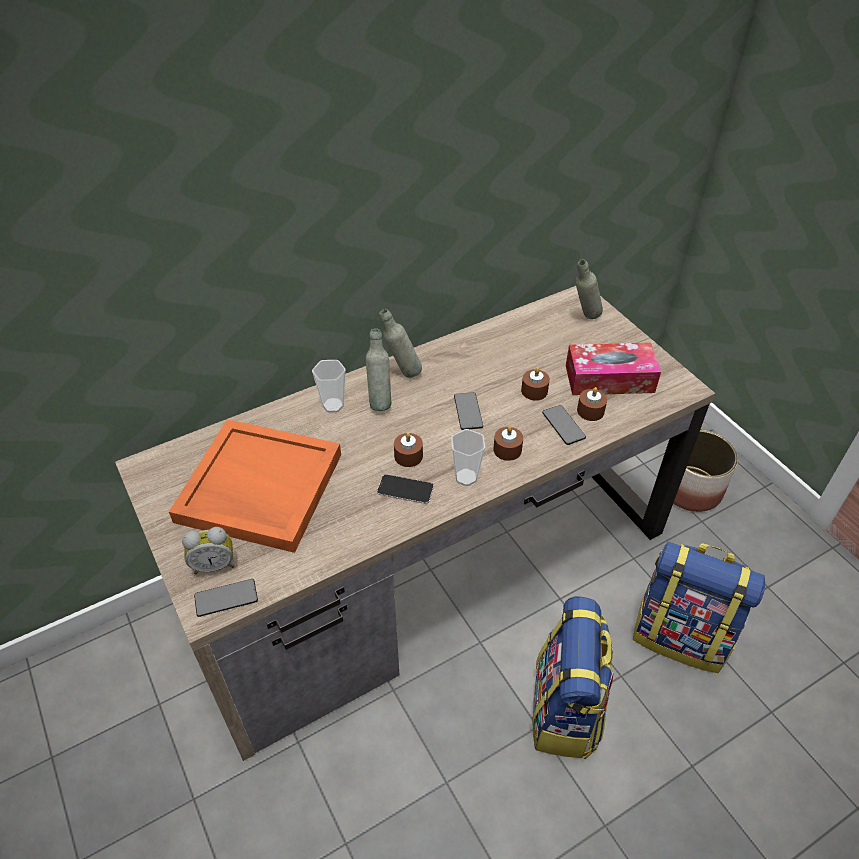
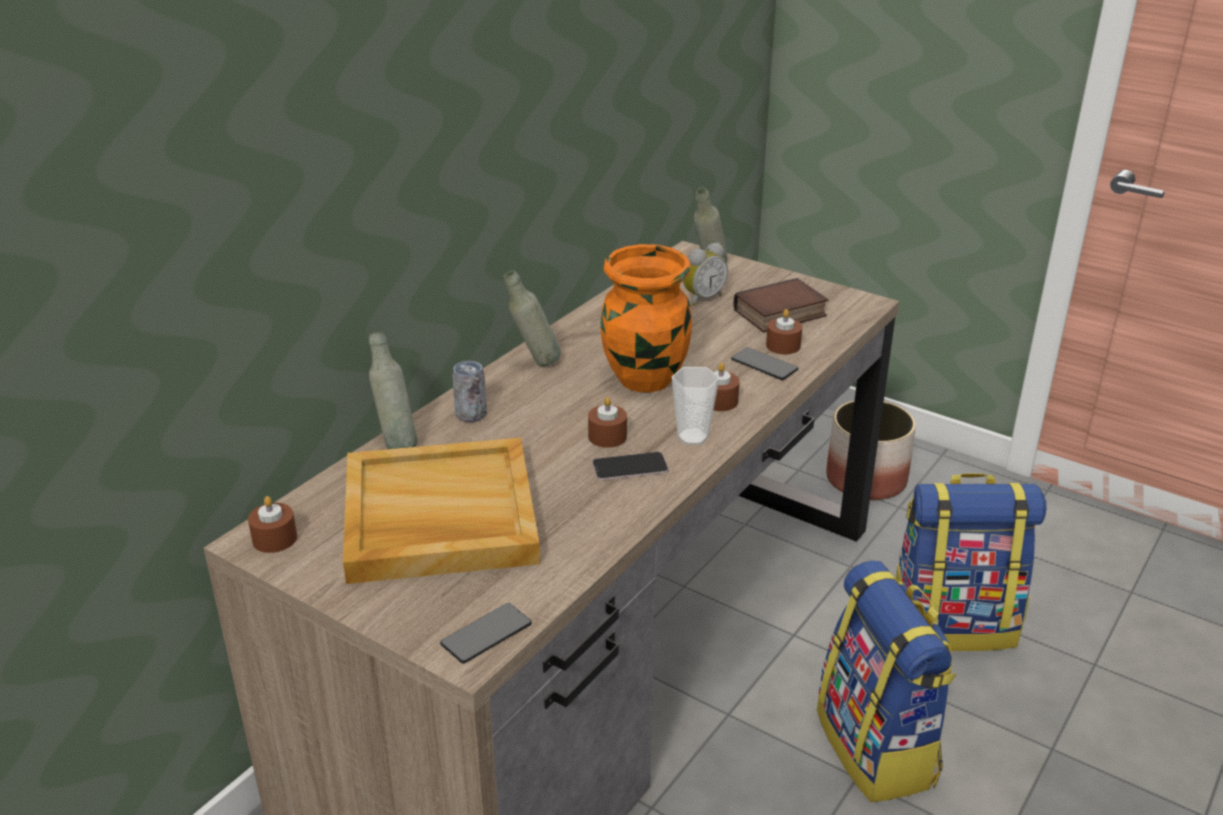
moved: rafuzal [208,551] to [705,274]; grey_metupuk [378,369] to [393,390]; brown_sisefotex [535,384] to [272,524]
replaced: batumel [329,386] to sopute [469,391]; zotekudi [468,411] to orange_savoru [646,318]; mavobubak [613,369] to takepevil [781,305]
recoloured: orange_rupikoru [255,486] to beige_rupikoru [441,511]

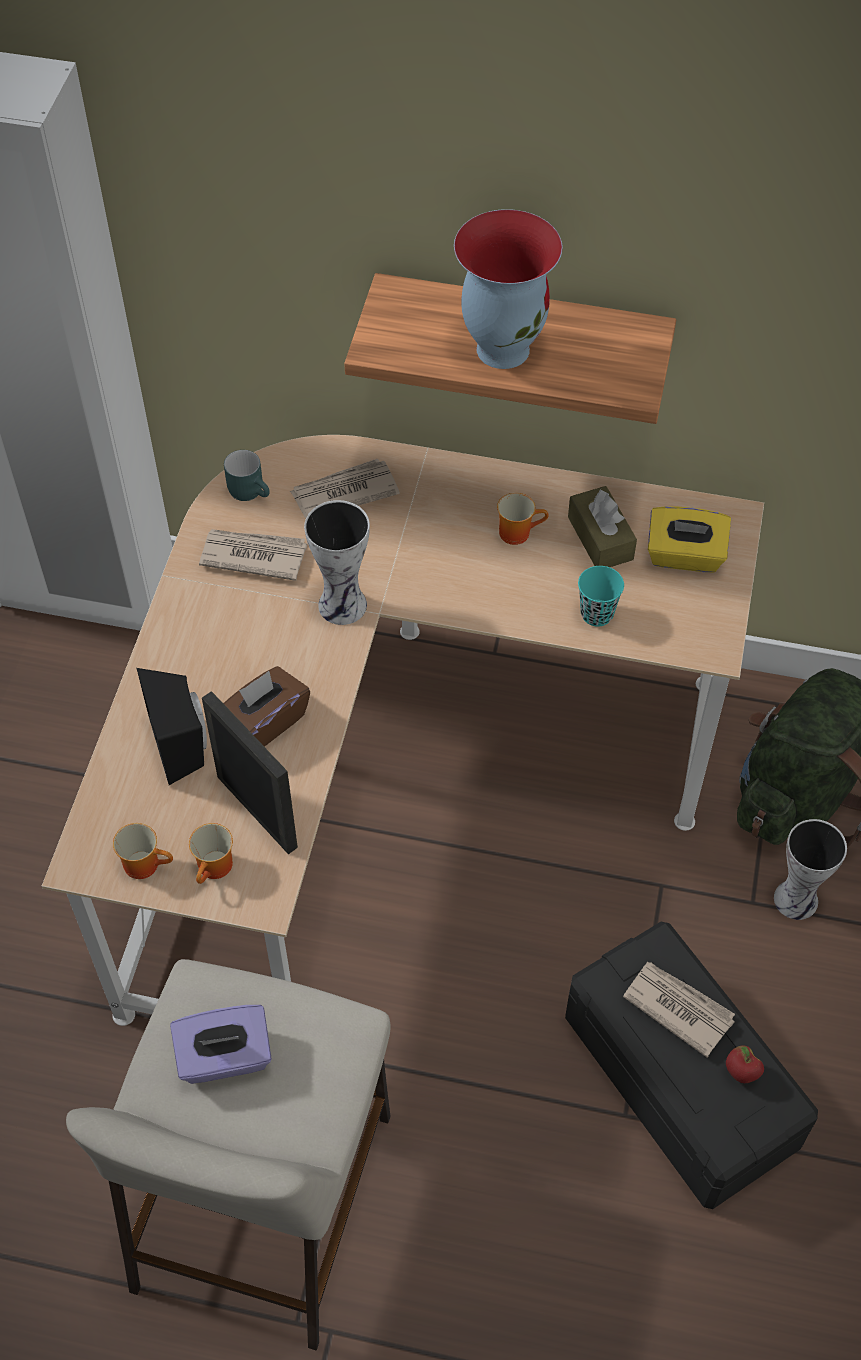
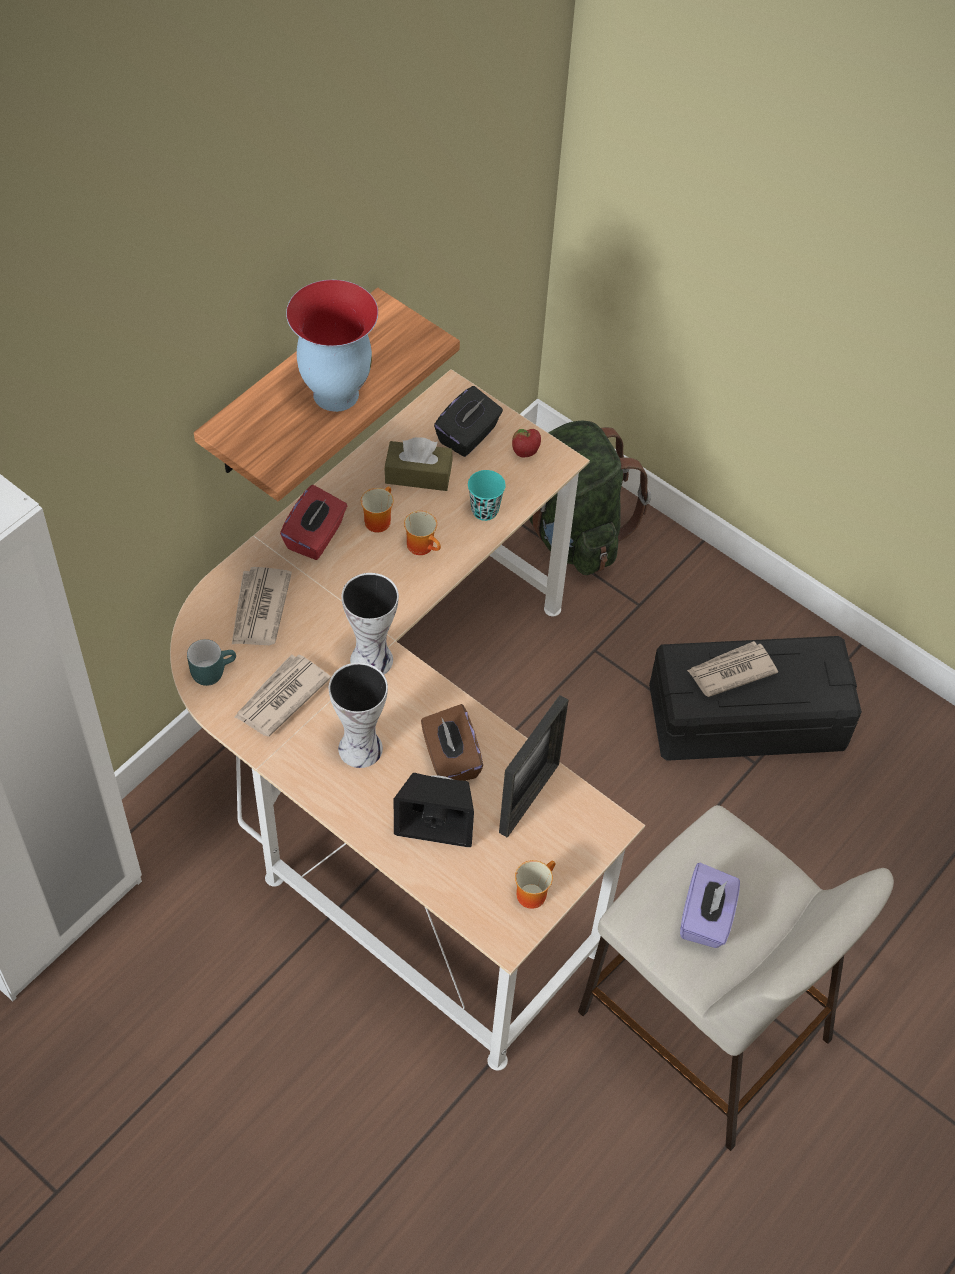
added: red_mavobubak [313,522]
moved: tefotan [211,853] to [422,533]; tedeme [745,1064] to [526,443]; savoru [810,869] to [358,715]
recoloured: yellow_mavobubak [689,539] to black_mavobubak [468,421]
turned: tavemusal [250,772] = [533,766] 135 degrees clockwise

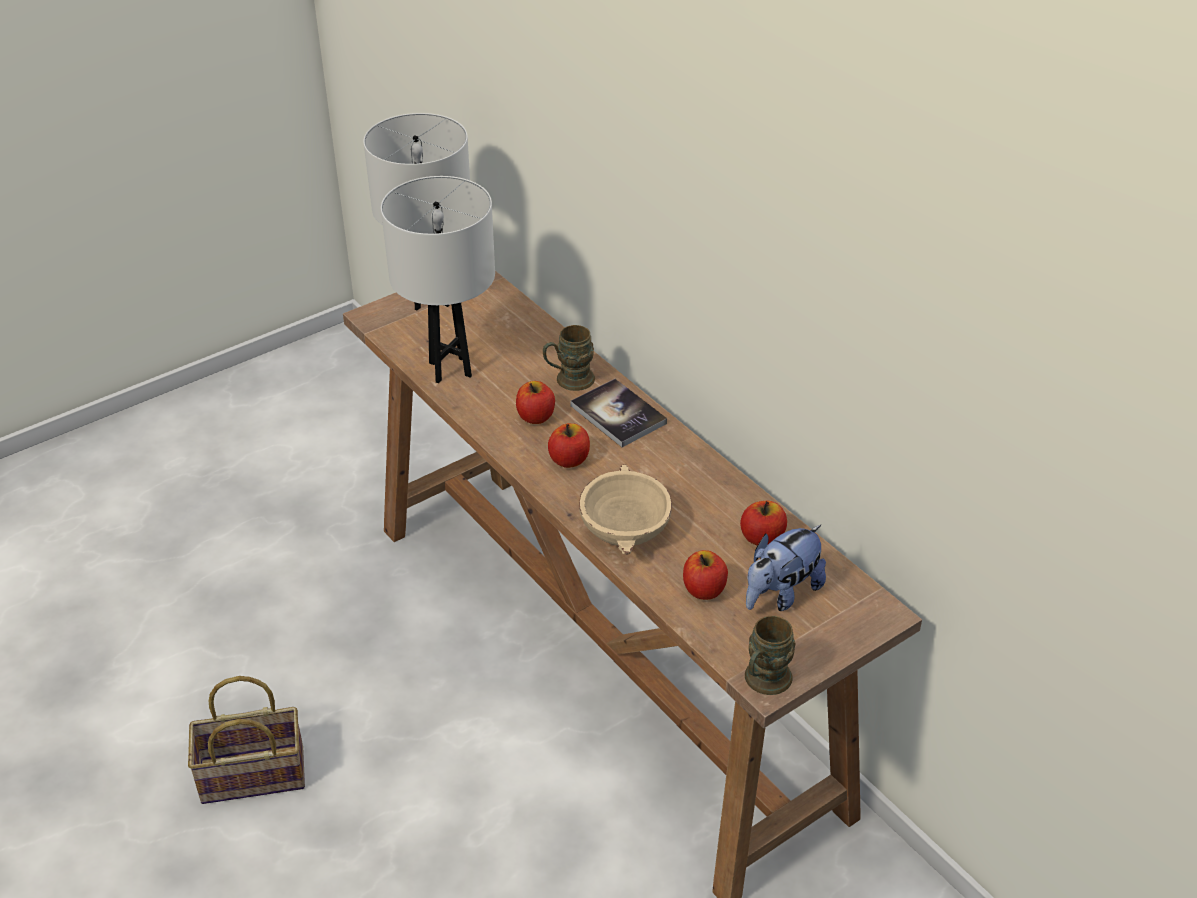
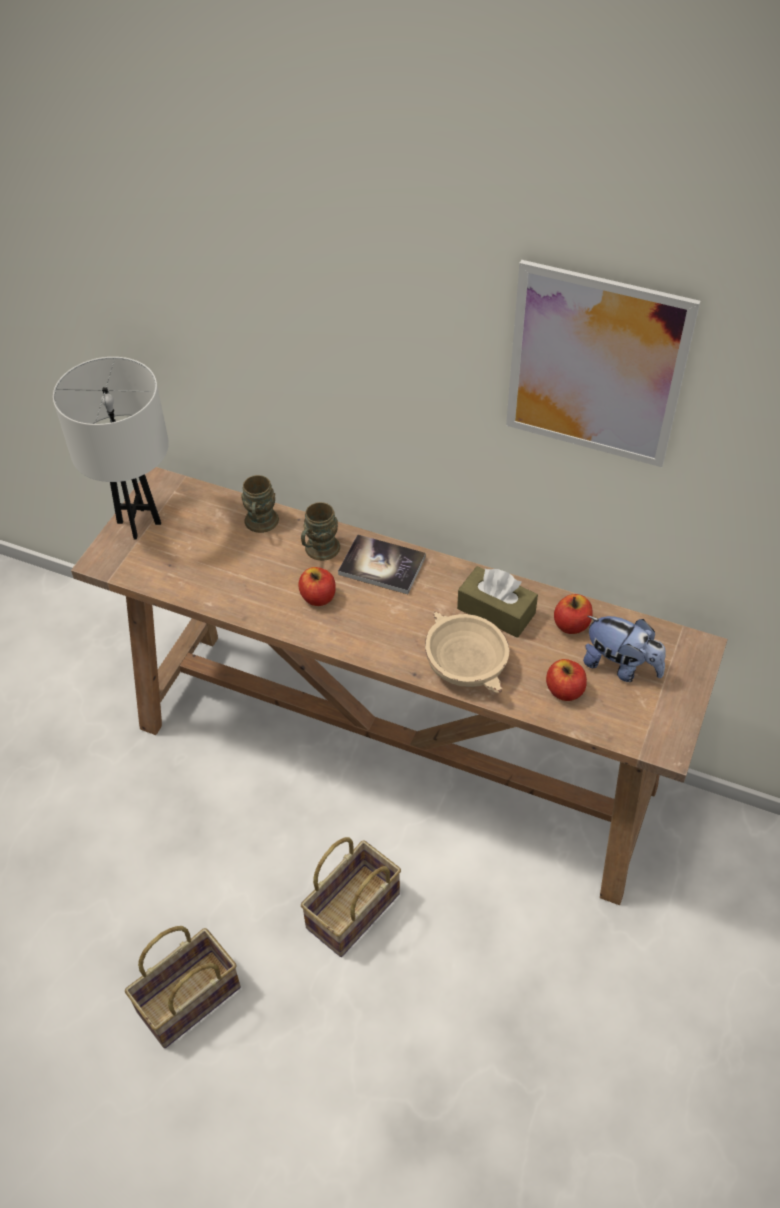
removed: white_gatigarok [438,279]; tedeme [569,445]
added: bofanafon [351,897]; brown_mavobubak [497,602]; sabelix [603,363]
moved: brown_tefotan [770,655] to [260,504]
turned: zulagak [786,568] = [624,649] 75 degrees counterclockwise

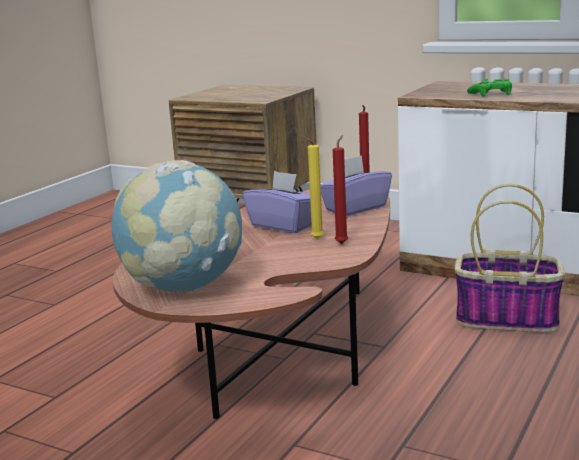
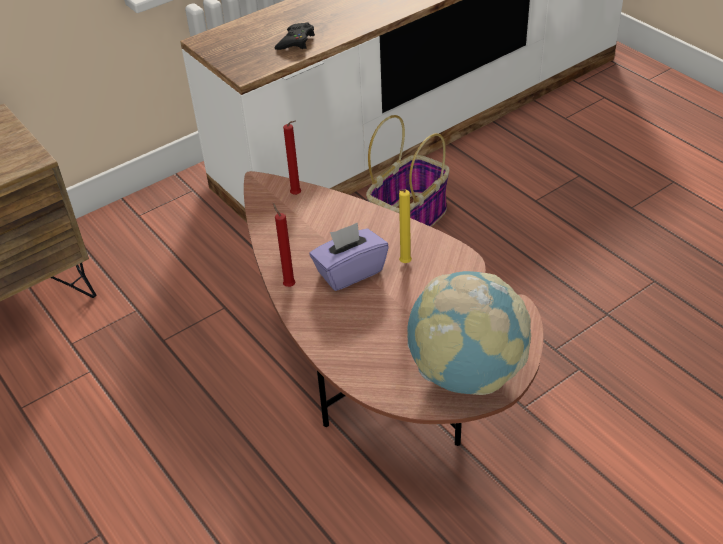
removed: purple_mavobubak [356,185]
moved: red_sisefotex [340,189] to [284,245]
recoloured: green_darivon [489,88] to black_darivon [294,36]

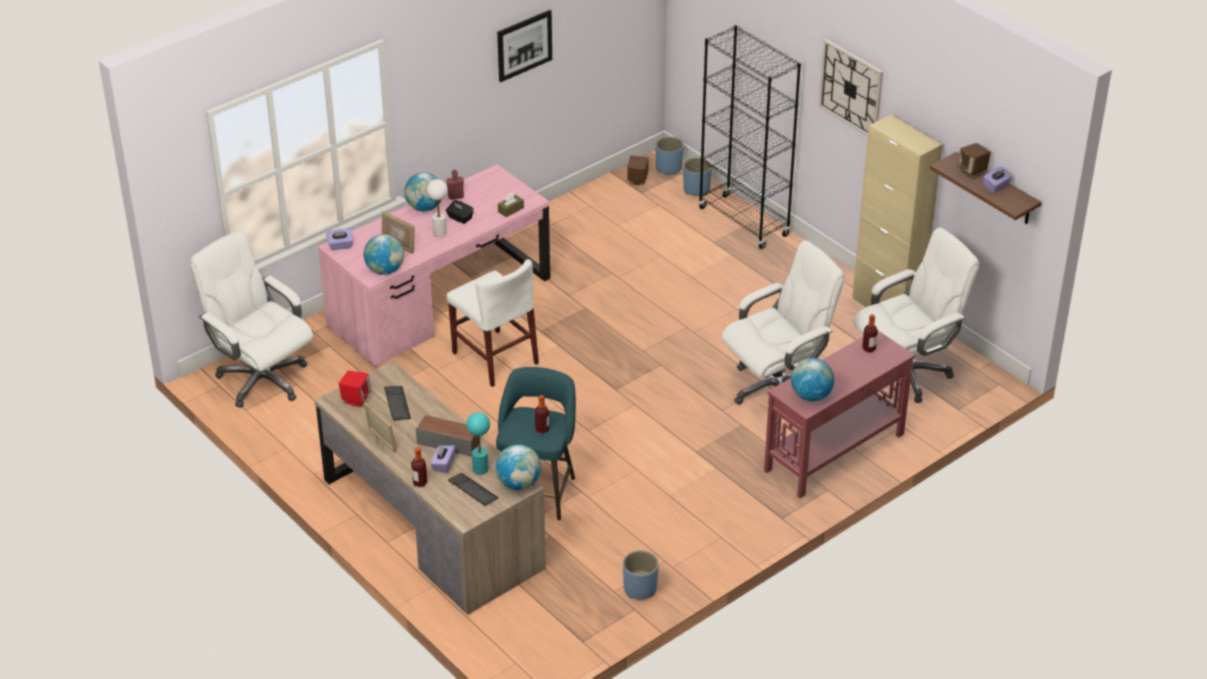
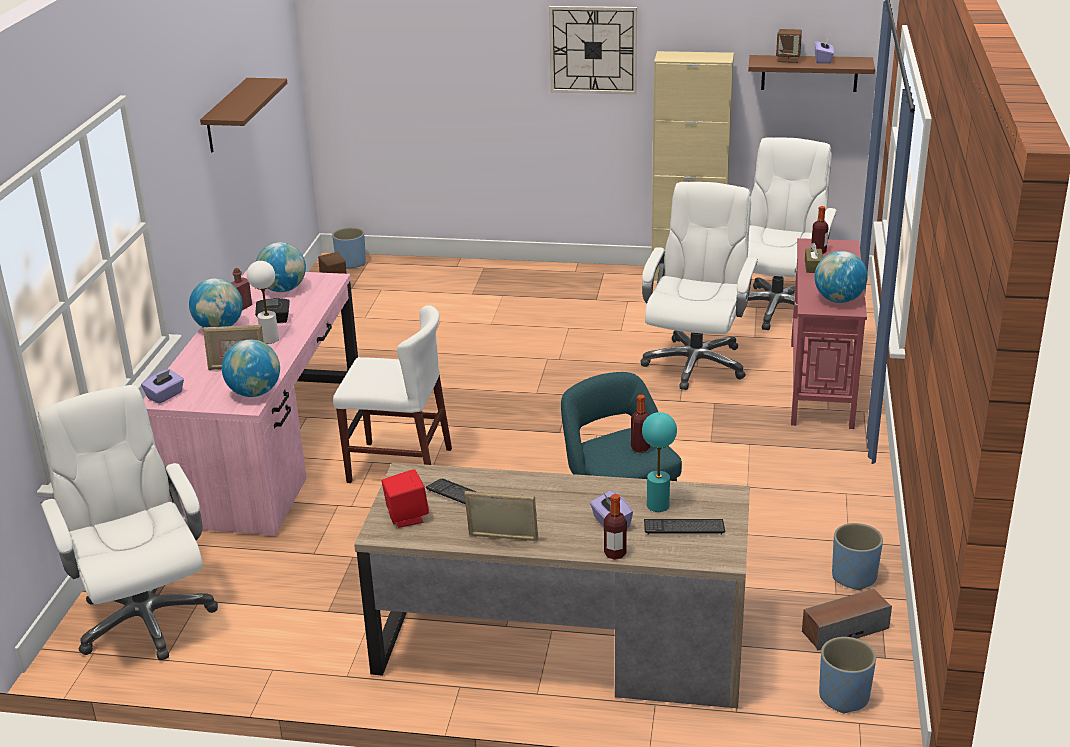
removed: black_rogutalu [749,137]
moved: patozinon [447,436] to [847,620]; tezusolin [518,467] to [281,267]; brown_mavobubak [511,205] to [814,258]; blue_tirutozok [697,176] to [847,675]
replaced: sabelix [524,46] to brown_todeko [243,115]
turned: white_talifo [251,319] = [128,522] 60 degrees clockwise

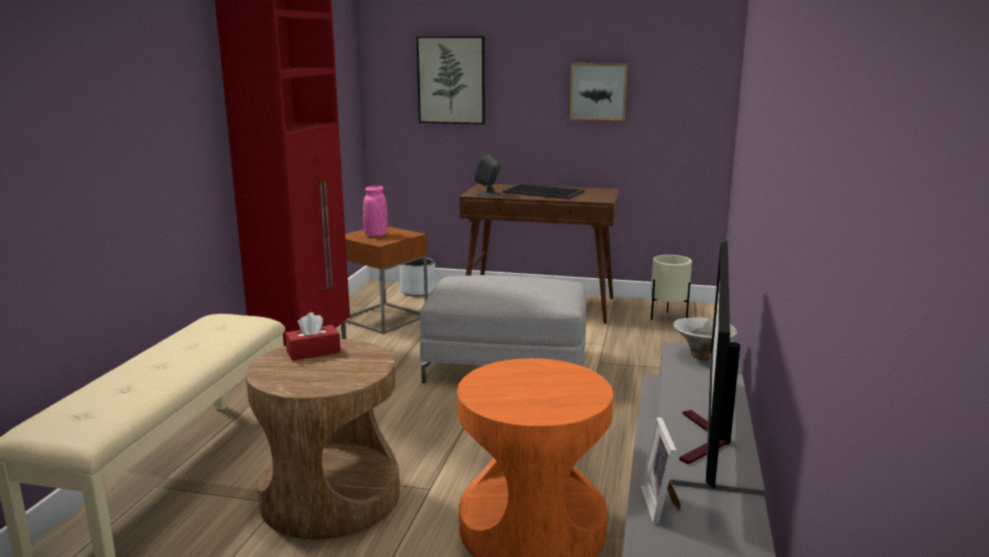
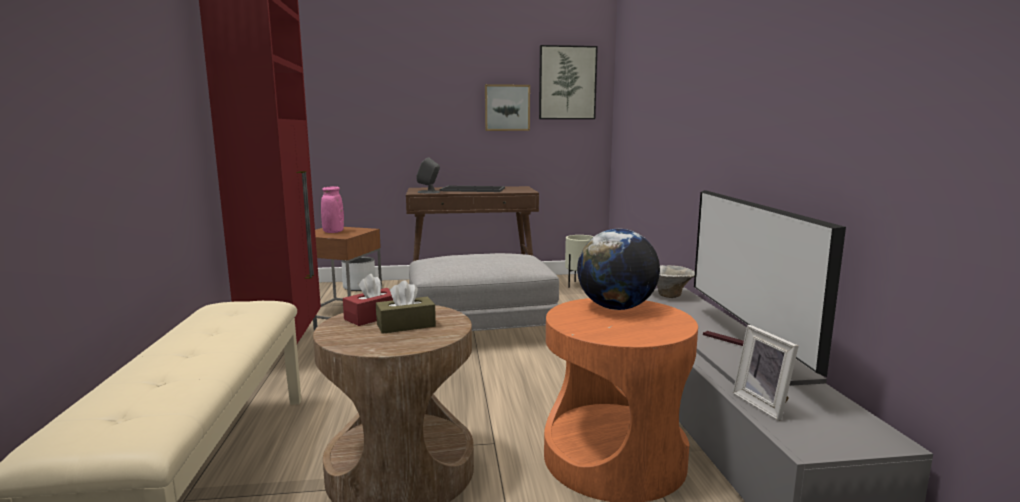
added: brown_mavobubak [406,307]; tezusolin [618,269]
moved: sabelix [451,80] to [568,82]

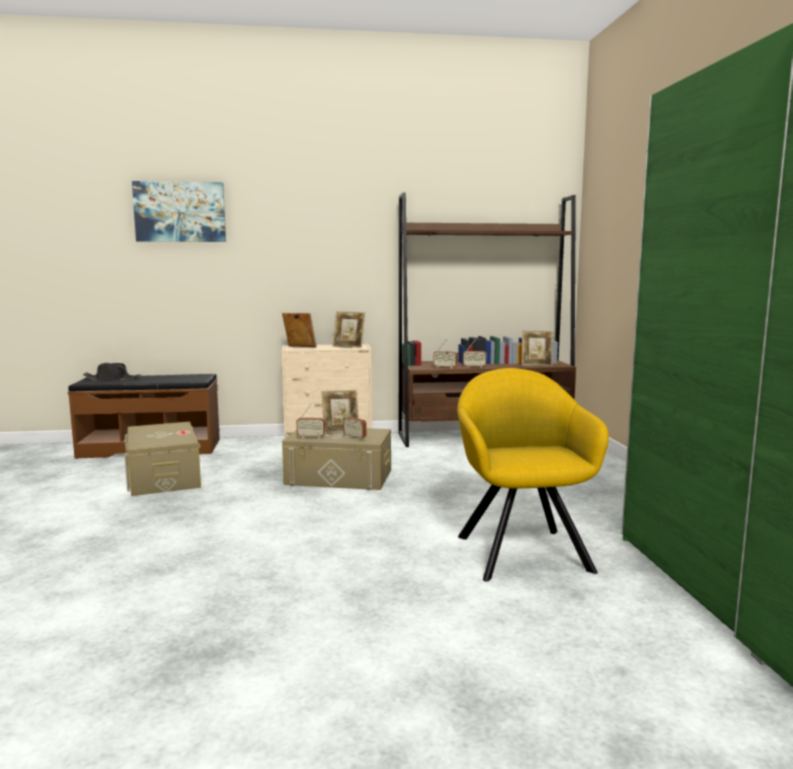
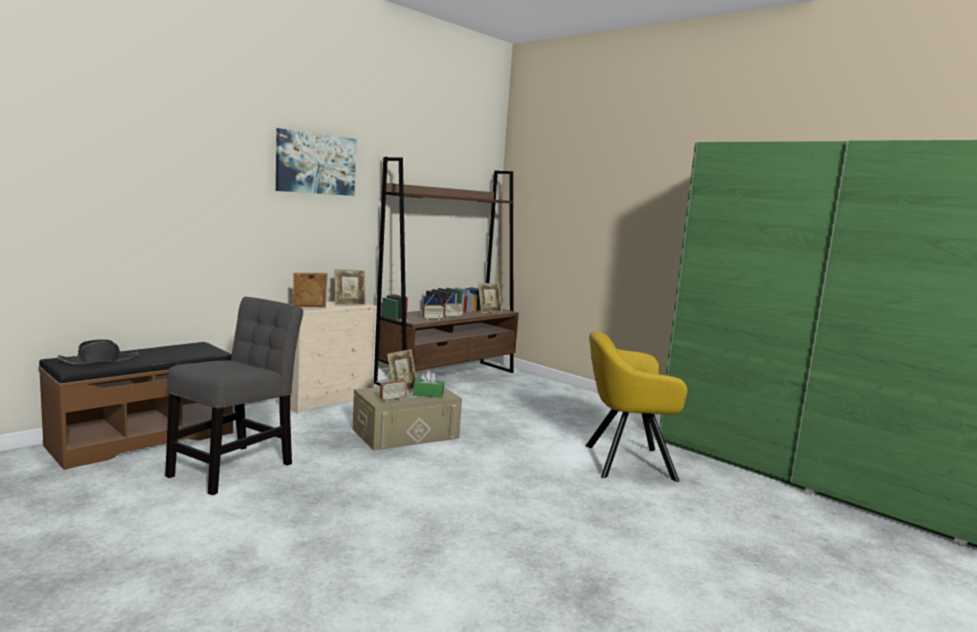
moved: sabelix [179,211] to [316,162]
replaced: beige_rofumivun [162,458] to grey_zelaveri [234,396]; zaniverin [355,422] to green_mavobubak [428,384]
turned: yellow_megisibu [533,474] = [636,406] 45 degrees counterclockwise

